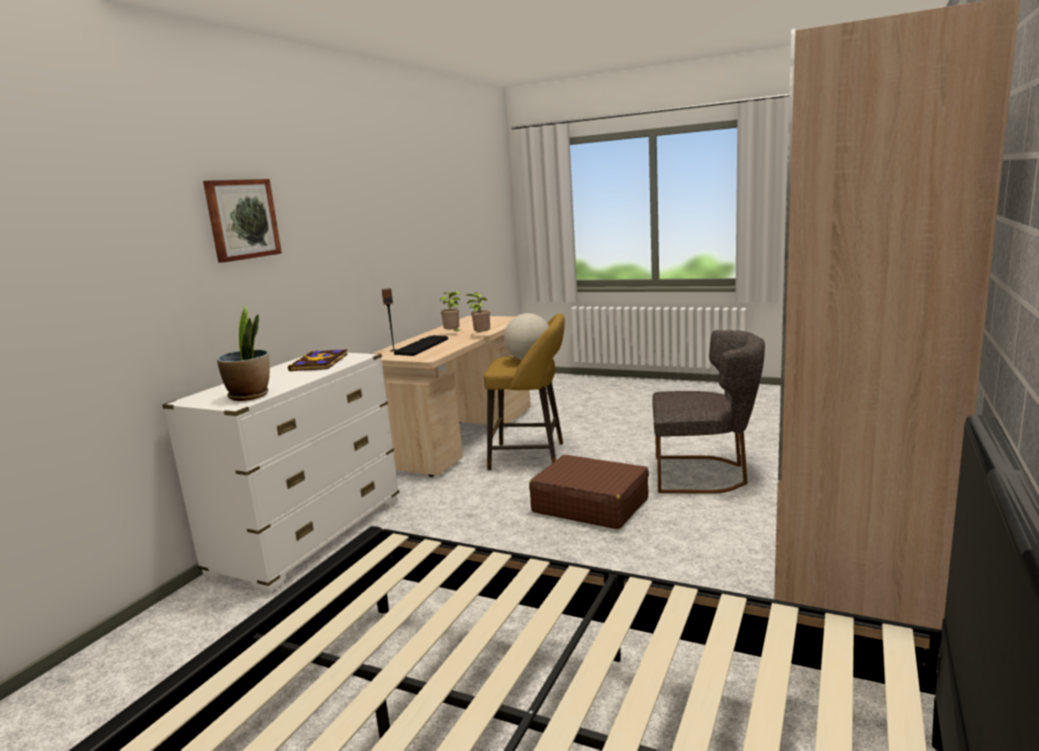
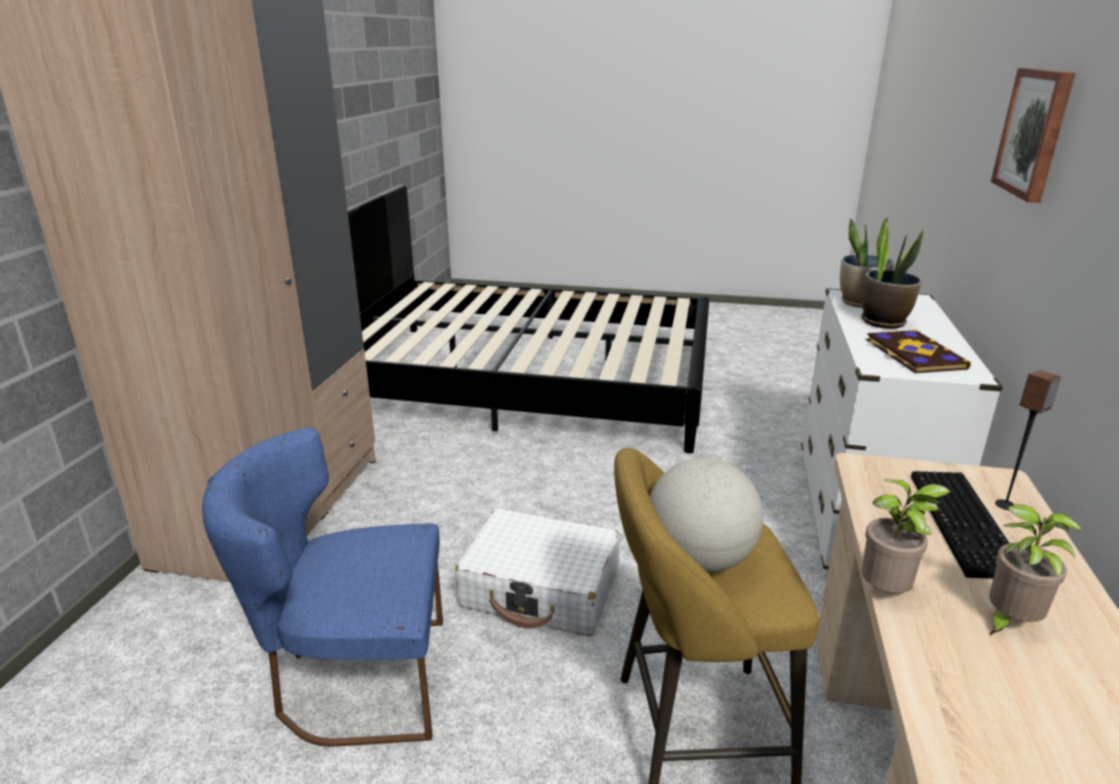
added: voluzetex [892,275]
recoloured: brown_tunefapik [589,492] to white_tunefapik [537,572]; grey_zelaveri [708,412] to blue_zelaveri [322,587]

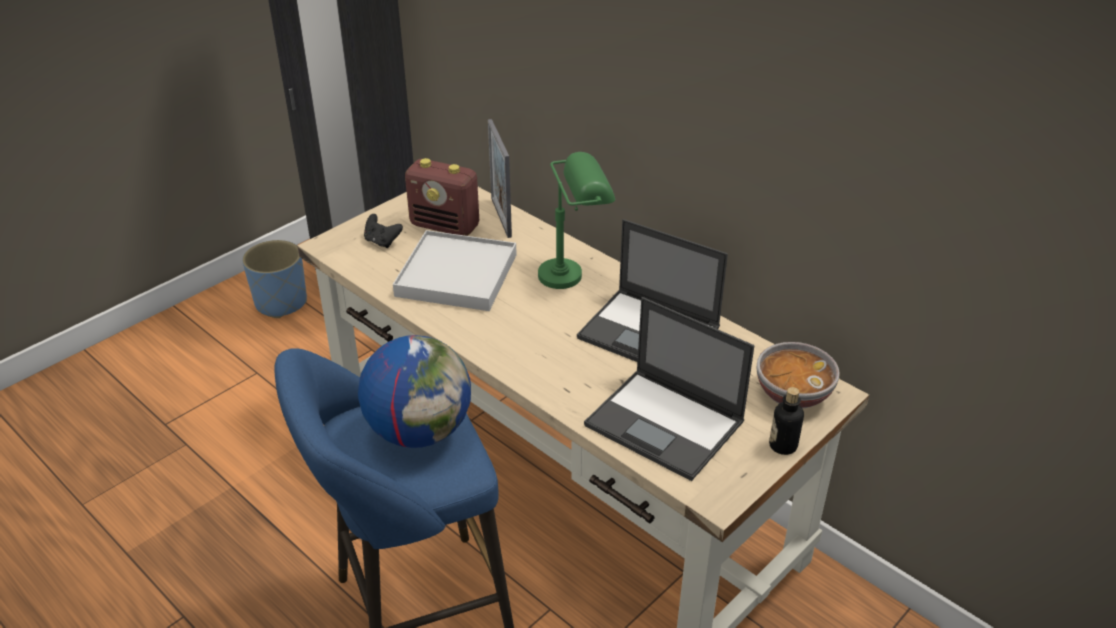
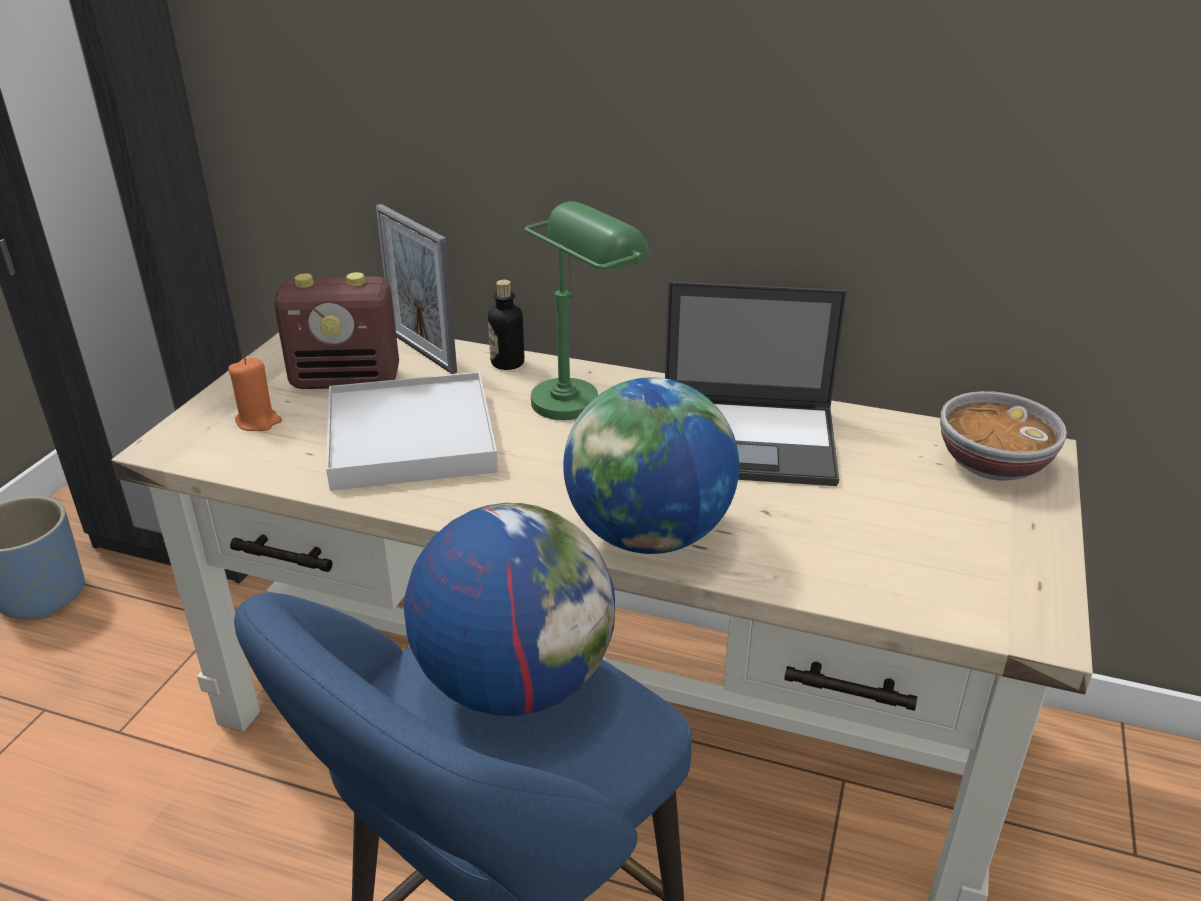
removed: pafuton [669,389]
added: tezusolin [651,465]
moved: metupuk [786,421] to [506,325]
replaced: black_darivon [383,231] to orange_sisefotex [255,394]

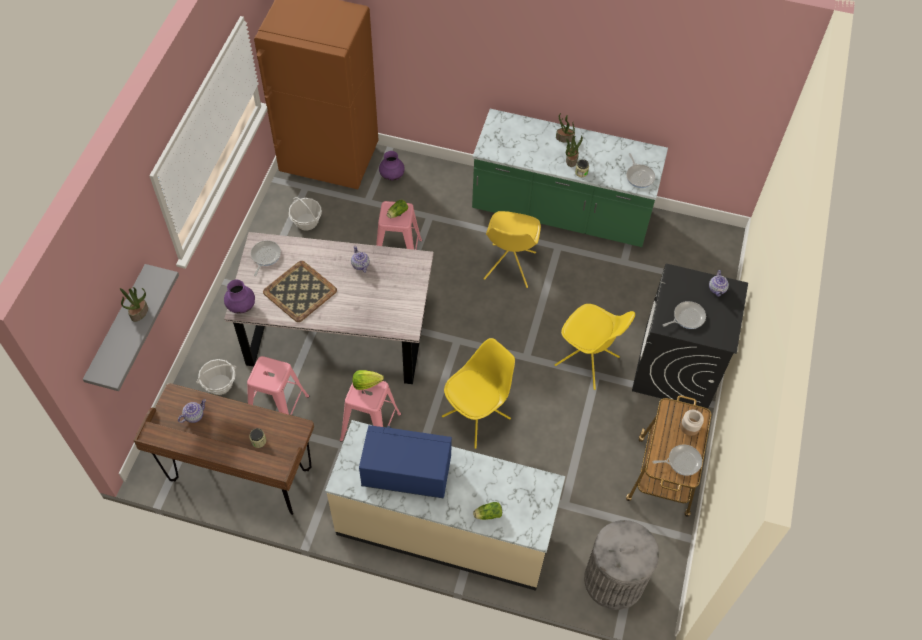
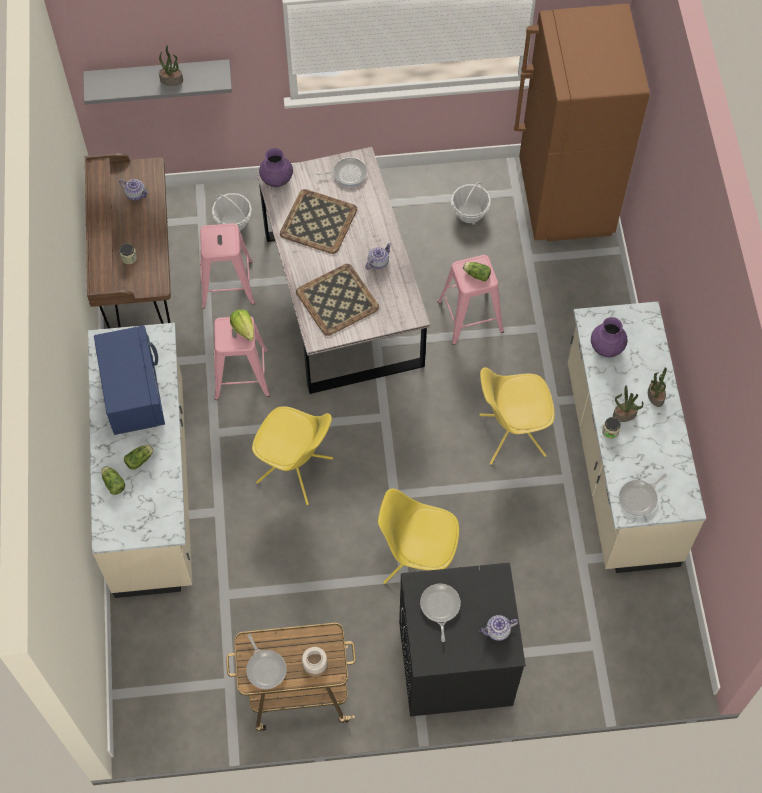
removed: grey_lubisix [621,565]
added: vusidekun [139,457]; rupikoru [337,300]
moved: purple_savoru [392,166] to [609,337]
recoloured: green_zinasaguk [570,178] to beige_zinasaguk [637,437]
turned: yellow_zelaveri [595,347] = [418,536] 90 degrees clockwise; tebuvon [684,315] = [440,613] 135 degrees counterclockwise

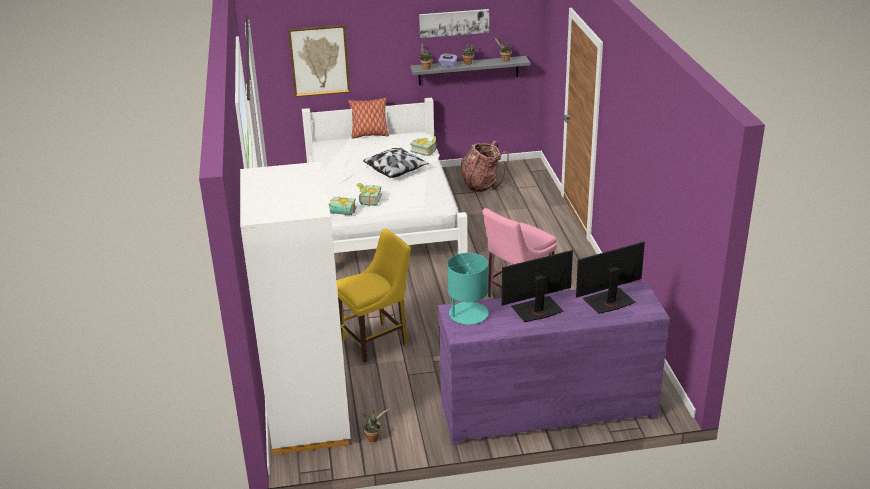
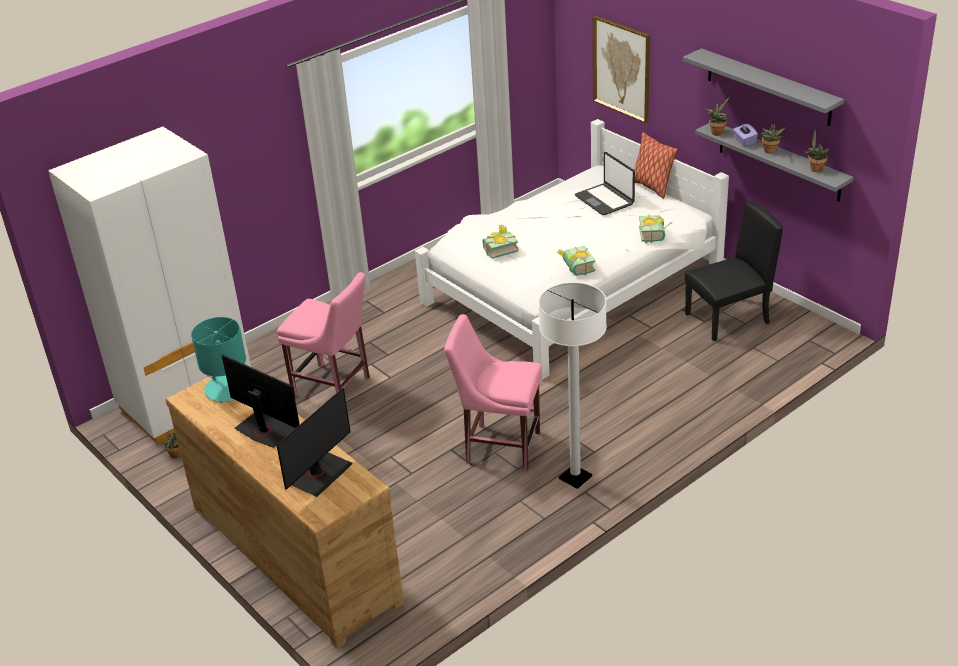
removed: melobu [395,163]
added: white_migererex [573,385]; pafuton [605,183]
moved: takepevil [342,205] to [576,261]
replaced: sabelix [454,23] to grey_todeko [763,87]; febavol [485,166] to black_zelaveri [734,271]
recoloured: yellow_zelaveri [374,296] to pink_zelaveri [323,334]; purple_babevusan [554,363] to brown_babevusan [285,512]
turned: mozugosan [610,277] = [314,442] 90 degrees clockwise

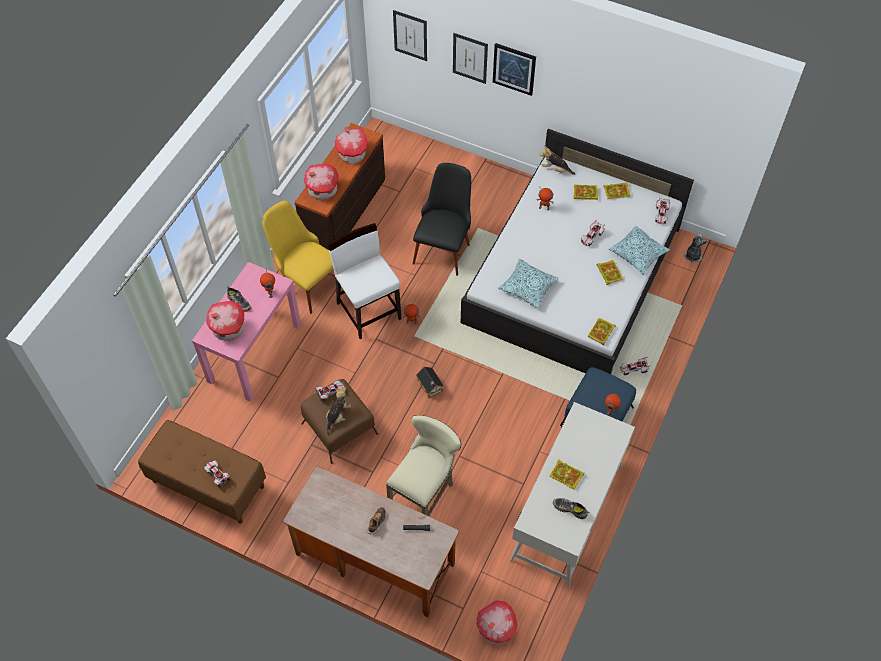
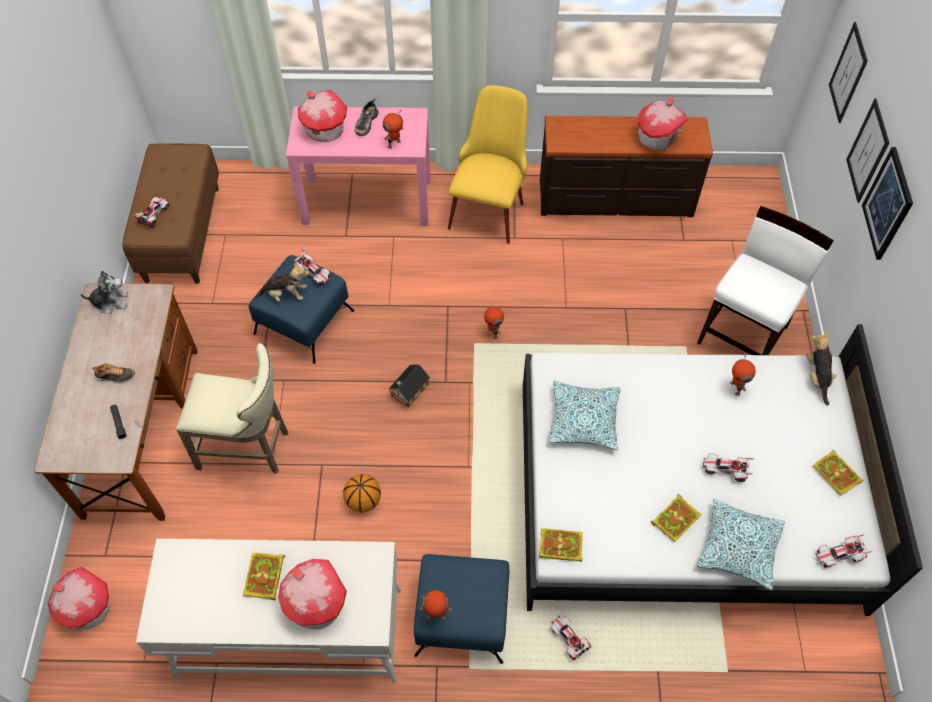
removed: black_zelaveri [442,219]; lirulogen [571,508]; takepevil [586,192]
added: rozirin [362,493]
moved: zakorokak [321,182] to [312,594]; white_zelaveri [364,281] to [765,280]; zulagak [695,248] to [104,292]
recoloured: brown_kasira [339,421] to blue_kasira [301,309]

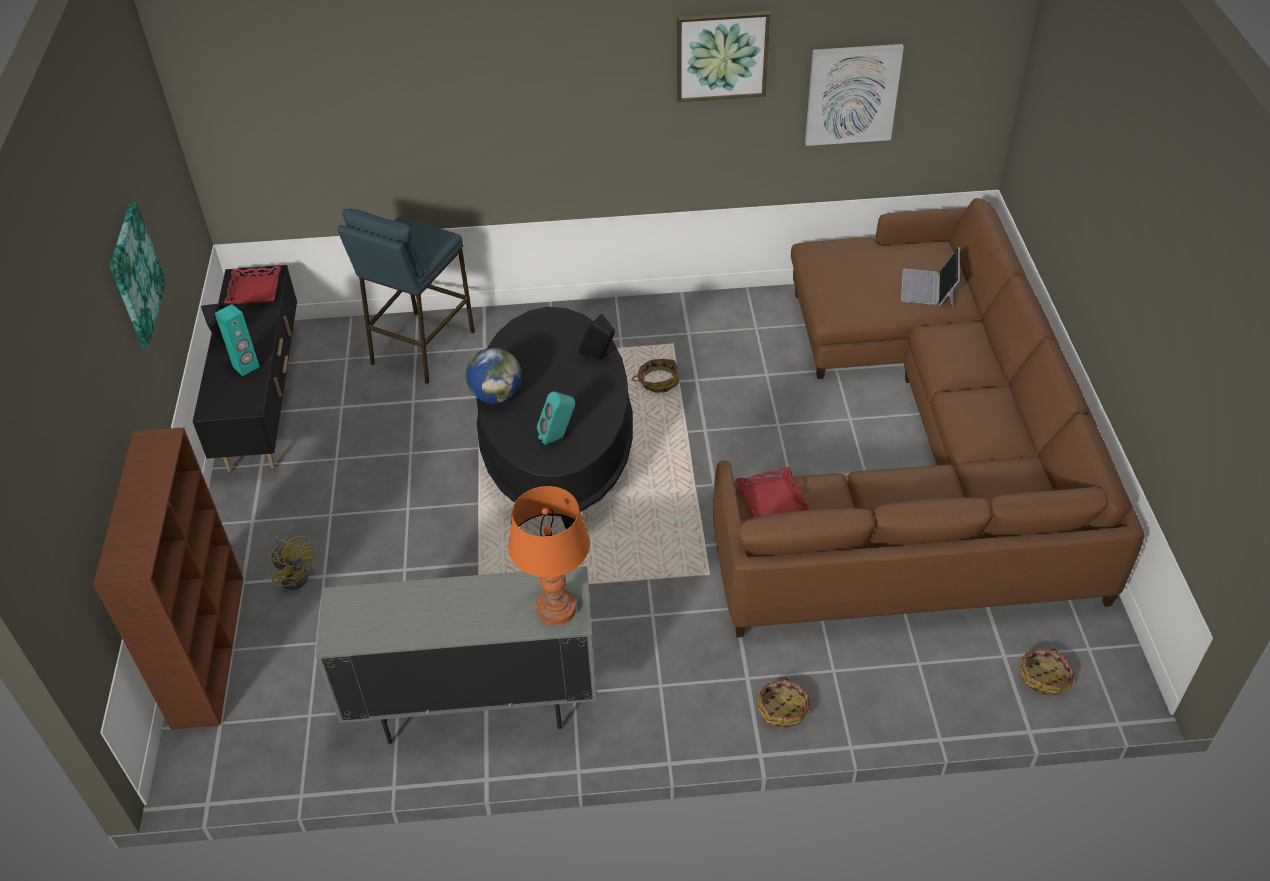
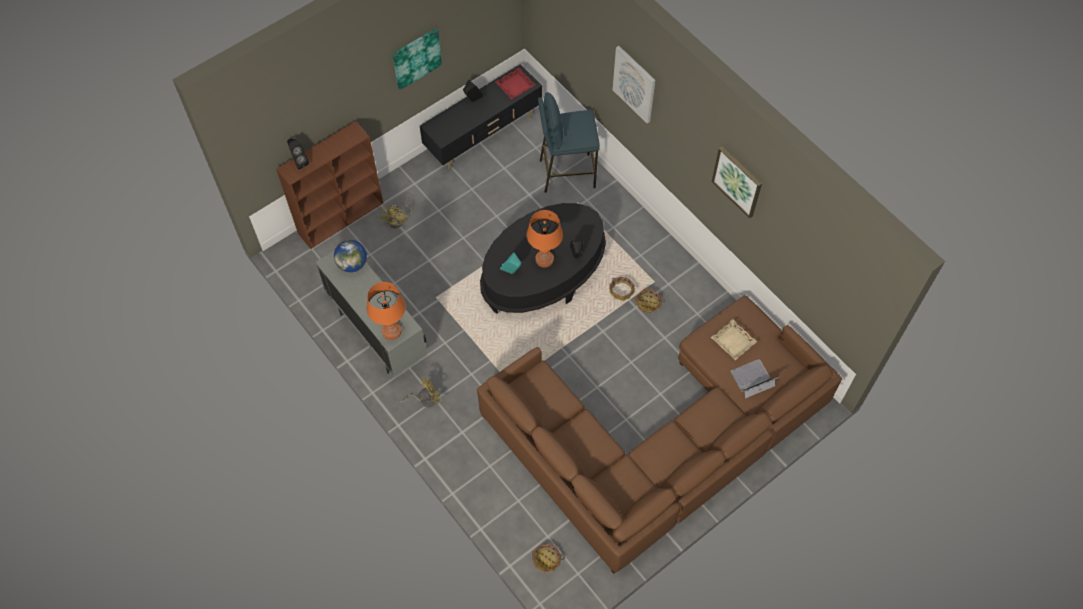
removed: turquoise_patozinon [237,340]; red_rupikoru [773,492]
added: black_patozinon [298,153]; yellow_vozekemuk [420,392]; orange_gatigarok [544,239]; beige_rupikoru [734,339]
moved: tezusolin [494,376] to [350,256]; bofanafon [784,703] to [649,300]; sabelix [854,95] to [634,85]

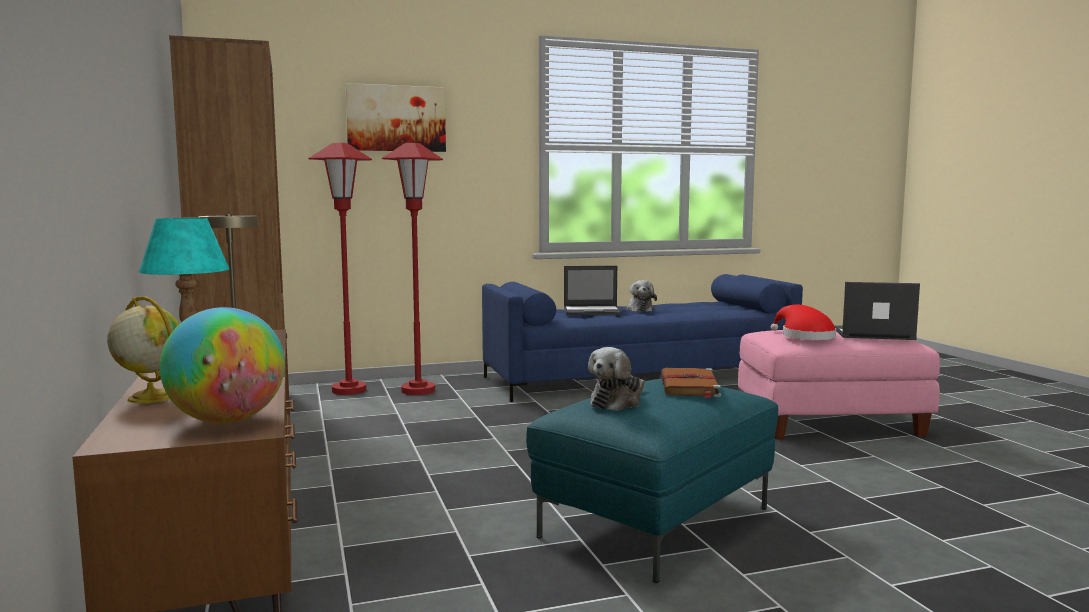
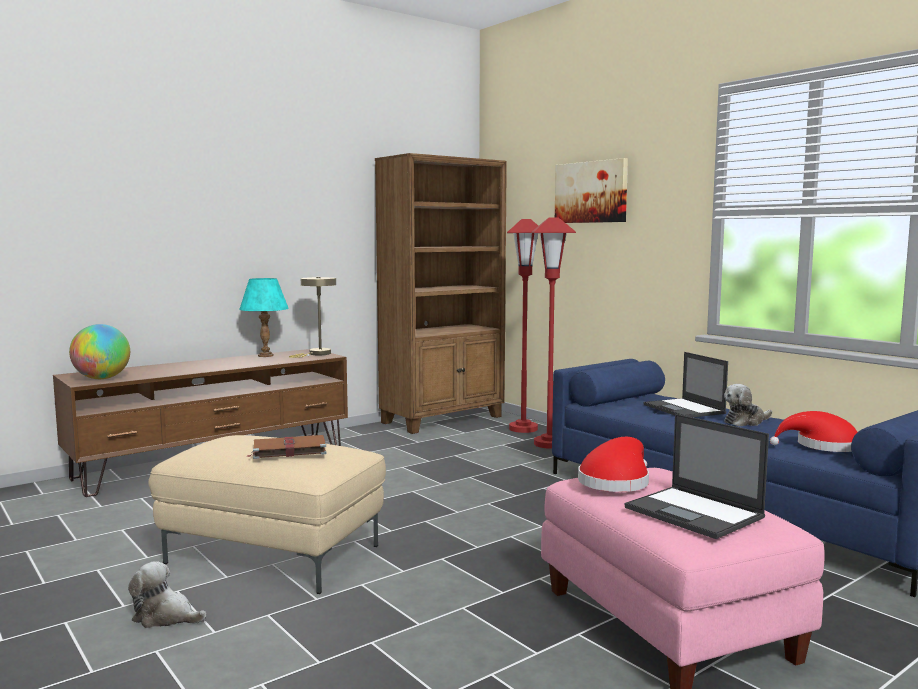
removed: tezusolin [143,350]
added: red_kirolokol [813,431]
moved: zulagak [616,379] to [167,594]
recoloured: turquoise_kasira [652,481] to beige_kasira [267,514]
turned: pafuton [877,311] = [697,476] 150 degrees clockwise

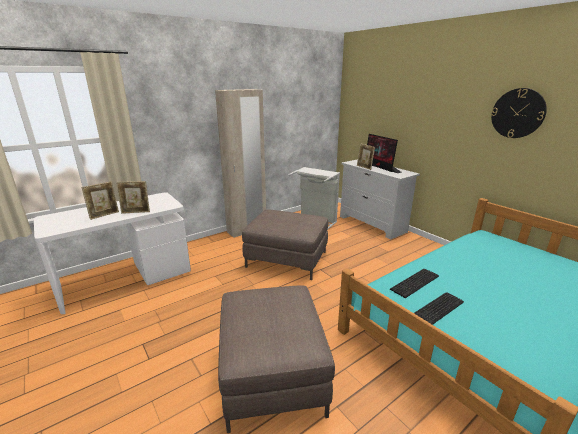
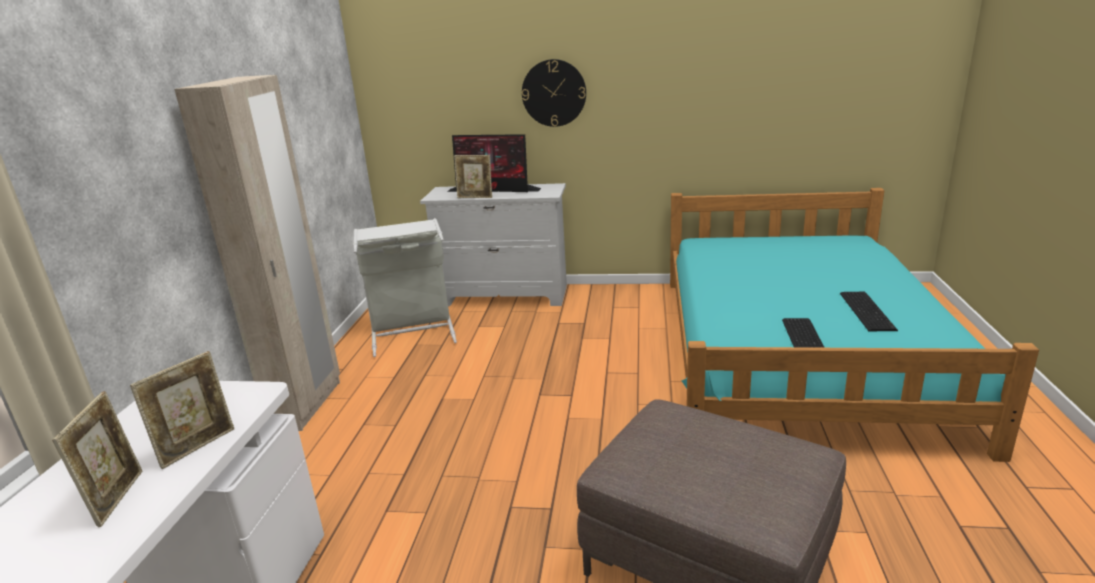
removed: brown_kasira [285,244]
moved: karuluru [414,283] to [869,311]; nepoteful [519,113] to [554,93]

